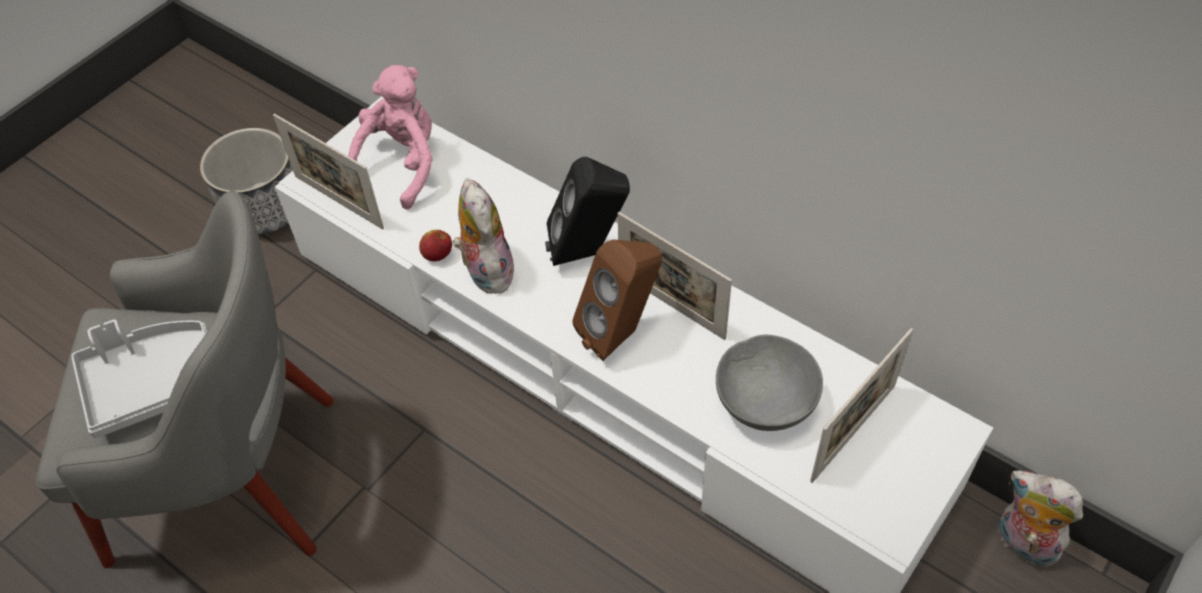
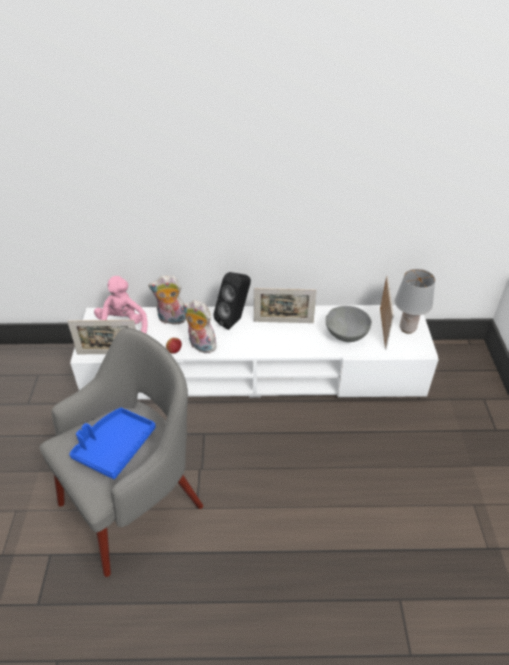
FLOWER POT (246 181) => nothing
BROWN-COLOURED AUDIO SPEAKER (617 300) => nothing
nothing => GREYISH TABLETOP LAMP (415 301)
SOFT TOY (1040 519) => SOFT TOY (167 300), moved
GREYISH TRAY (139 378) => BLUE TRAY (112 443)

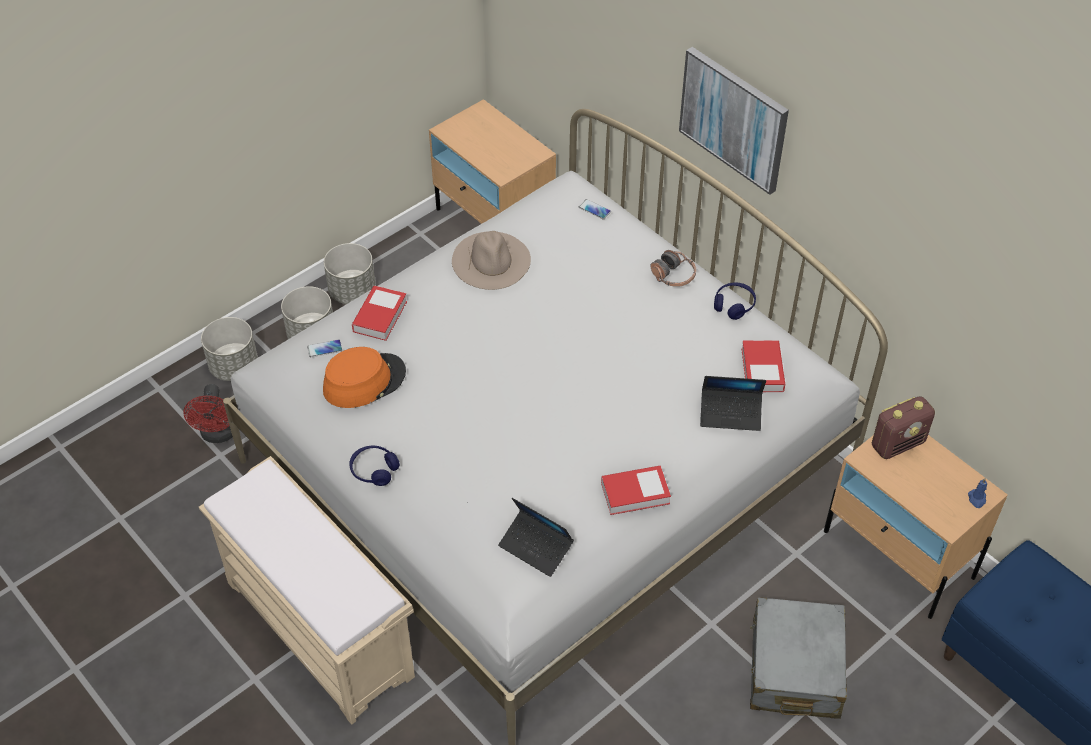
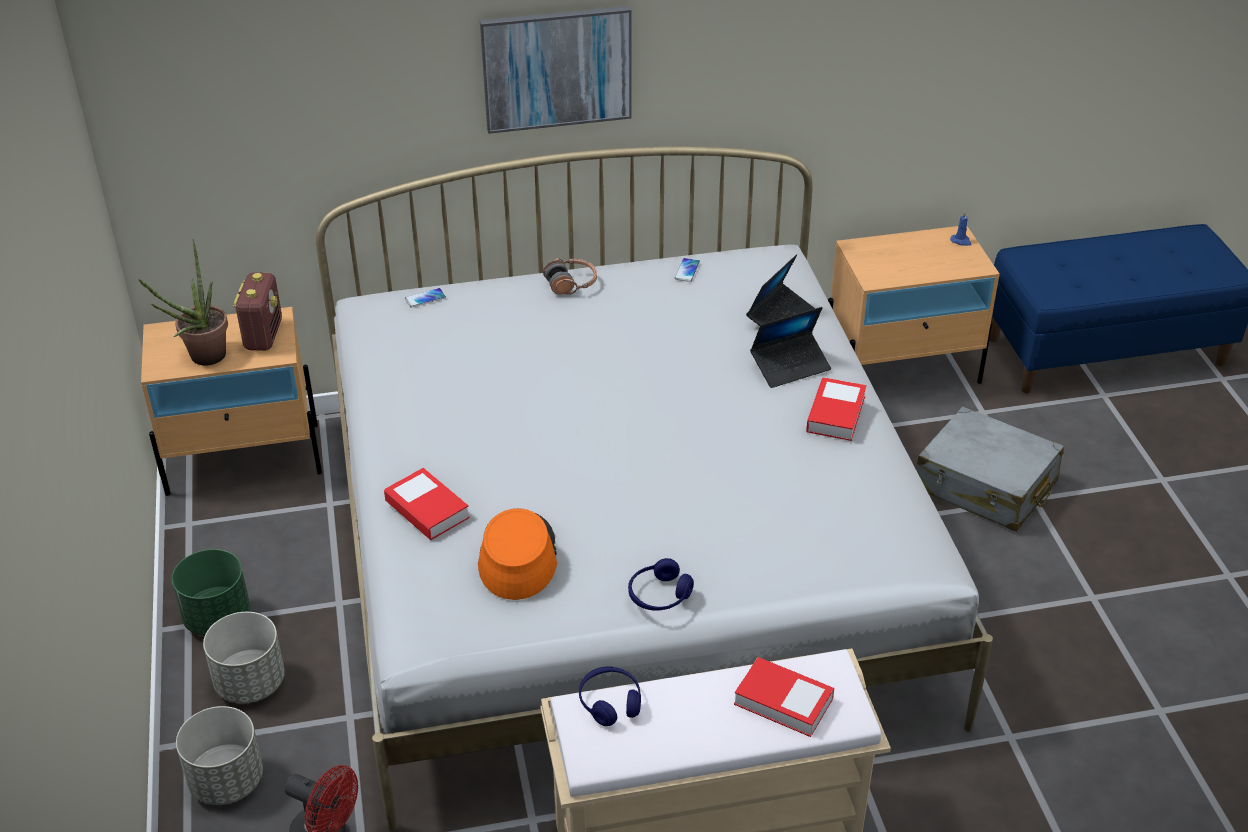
BEIGE HAT (491 260) => nothing
nothing => HOUSEPLANT (183 302)
HANDSET (325 348) => HANDSET (687 270), moved
PORTABLE COMPUTER (536 537) => PORTABLE COMPUTER (790 347), moved
BLUE HEADPHONES (735 301) => BLUE HEADPHONES (610 696), moved
VOLUME (763 366) => VOLUME (784 697), moved
RADIO (903 427) => RADIO (257 311), moved
GREYISH FLOWER POT (350 273) => GREEN-COLOURED FLOWER POT (211 592)

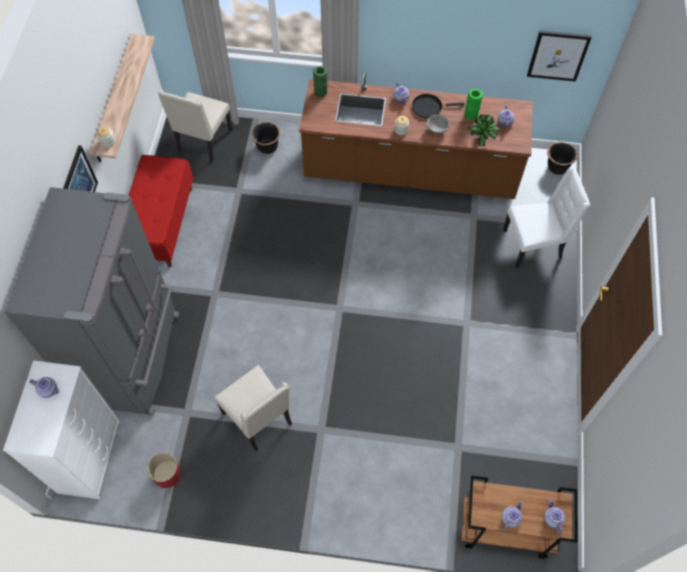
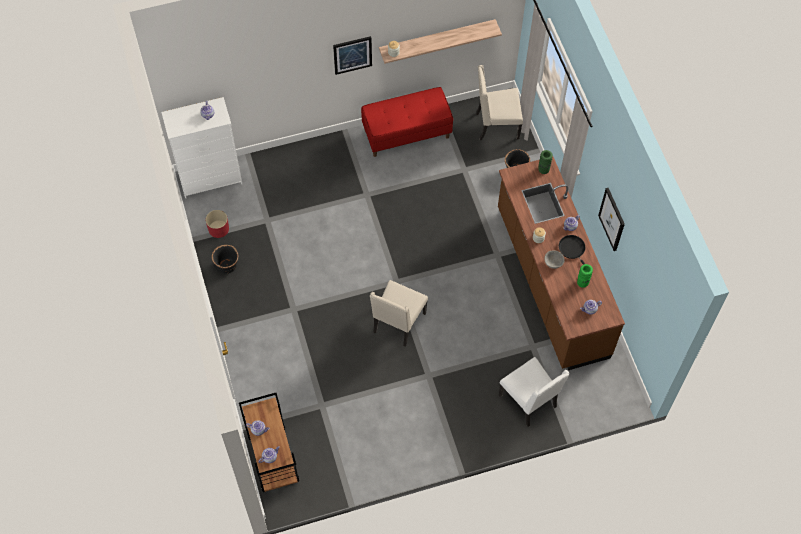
GREYISH KITCHEN FRIDGE (91 301) => nothing
HOUSEPLANT (484 130) => nothing
BEIGE PLAIN CHAIR (253 408) => BEIGE PLAIN CHAIR (399 313), moved
PICTURE (559 56) => PICTURE (611 219), moved
BLACKISH FLOWER POT (562 158) => BLACKISH FLOWER POT (225 259), moved

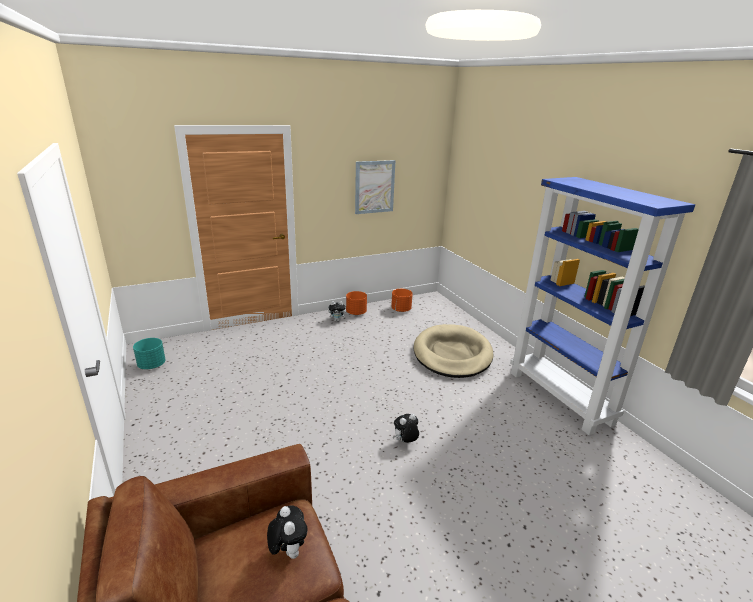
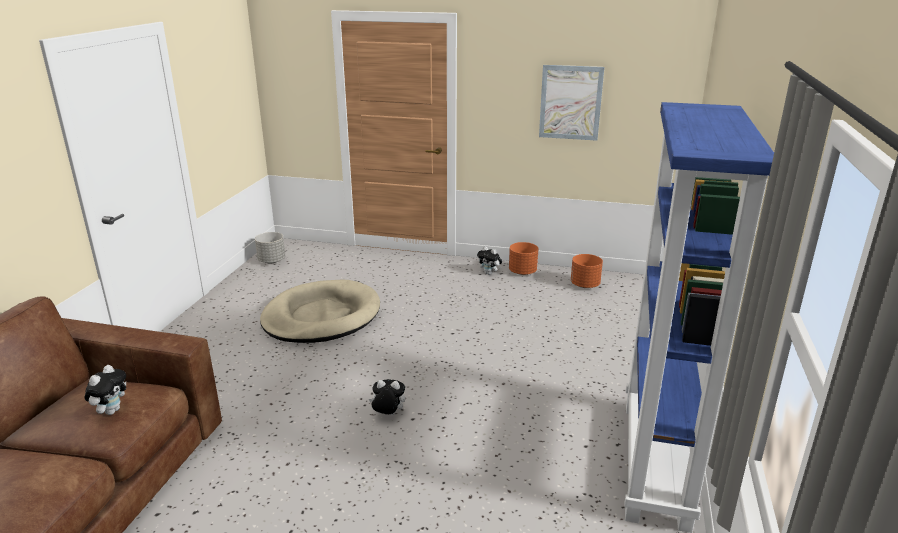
BEIGE PET BED (453 351) => BEIGE PET BED (320 311), moved
TURQUOISE FLOWER POT (149 353) => GREYISH FLOWER POT (270 248)

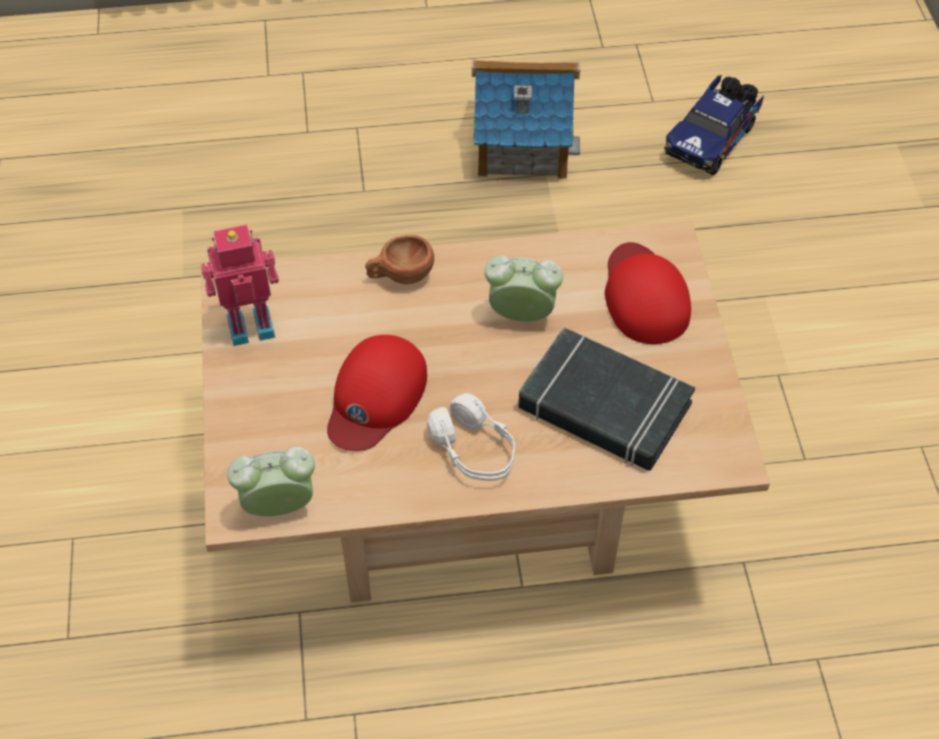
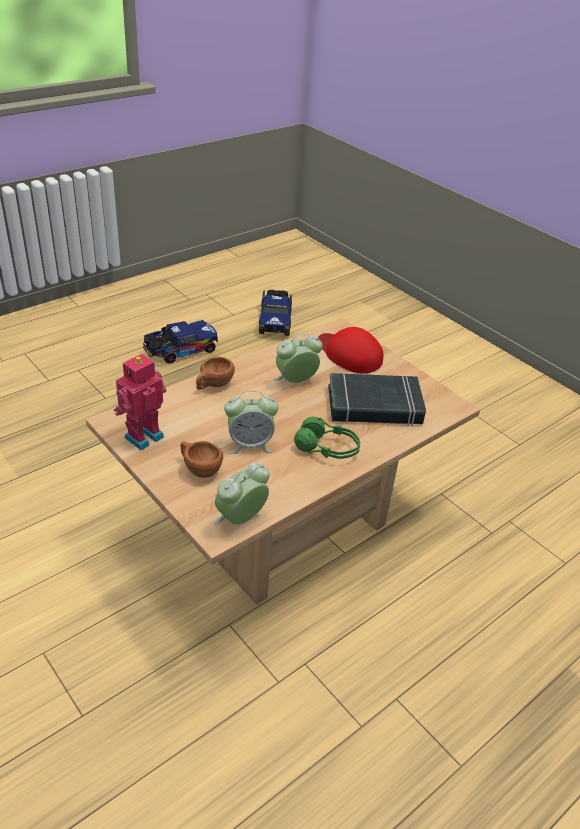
nothing => BROWN-COLOURED SMALL CUP (201 459)
RED CAP (377 393) => ALARM CLOCK (251 422)
TOY HOUSE (526 119) => MODEL TRUCK (180 341)
WHITE HEADPHONES (471 437) => GREEN-COLOURED HEADPHONES (327 438)

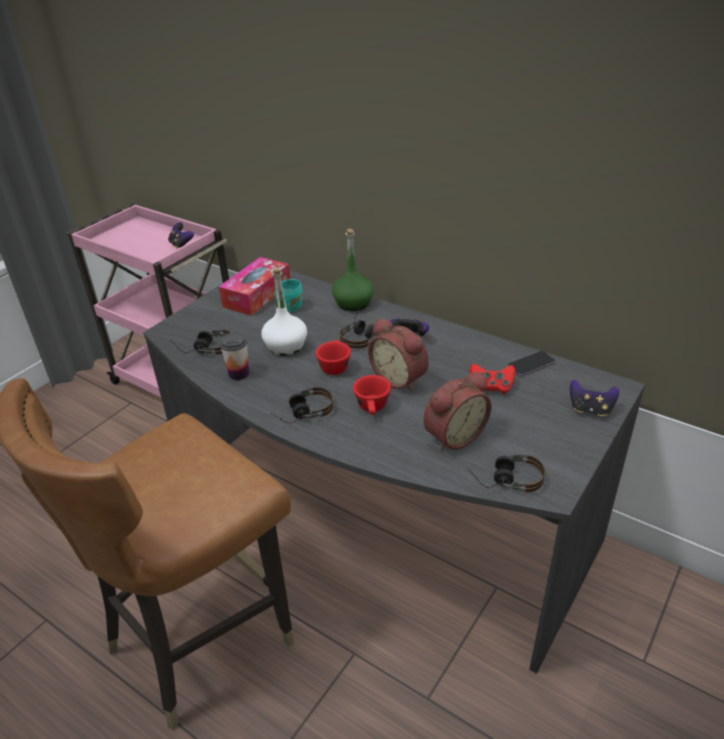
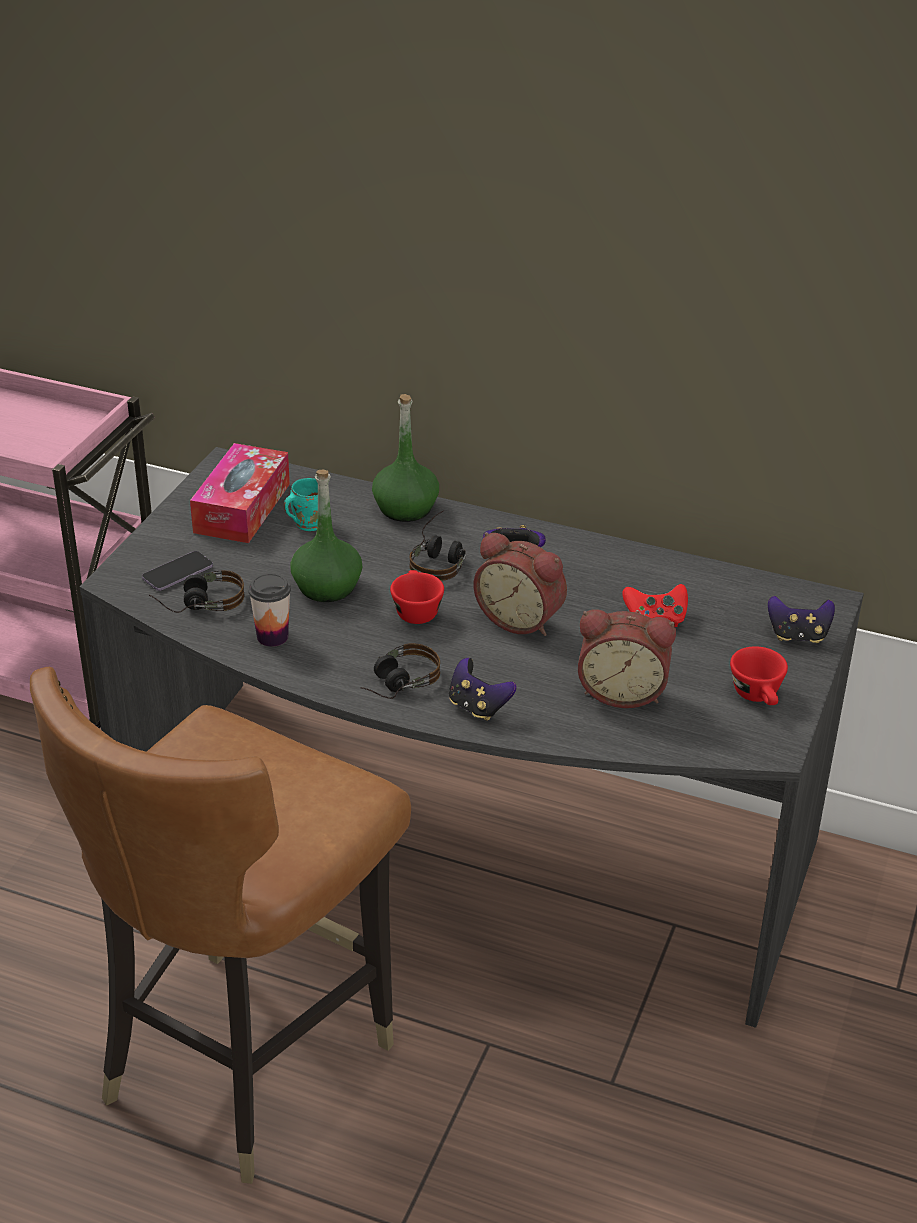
HEADPHONES (506 474) => nothing
GAME CONTROLLER (181 235) => GAME CONTROLLER (482 689), moved
RED SMALL CUP (372 395) => RED SMALL CUP (759 675), moved
HANDSET (531 363) => HANDSET (177 571), moved
WHITE BOTTLE (284 312) => GREEN-COLOURED BOTTLE (326 536)
ALARM CLOCK (457 411) => ALARM CLOCK (627 658), 60 degrees clockwise

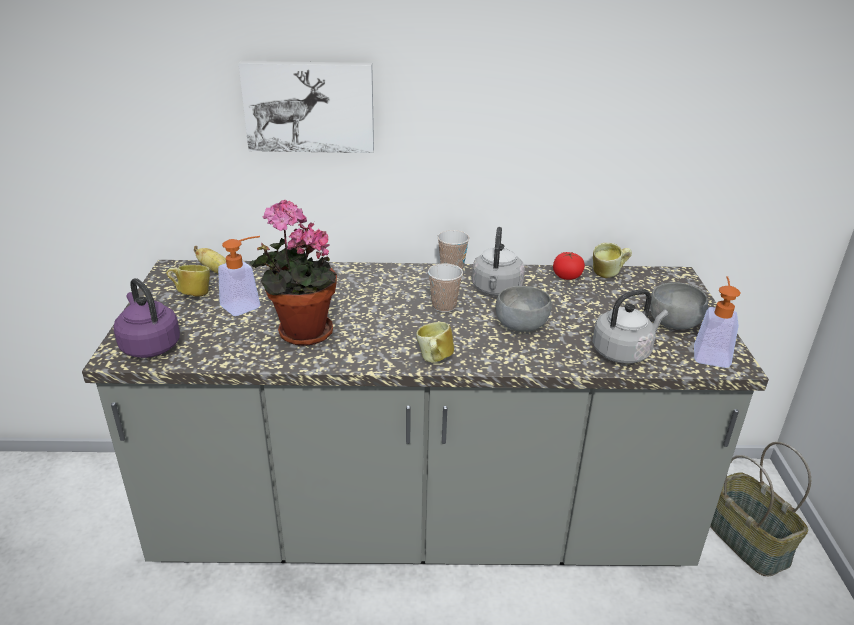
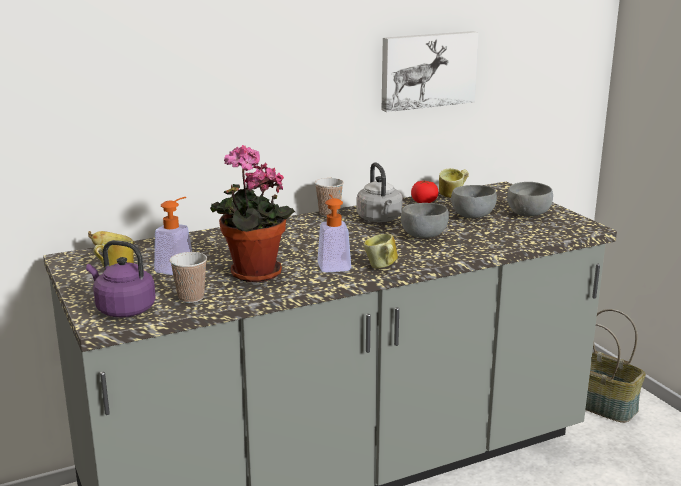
GREYISH TEA KETTLE (630 326) => nothing
nothing => GREYISH BOWL (474 201)
PICTURE (306 107) => PICTURE (430 71), moved
SMALL CUP (445 287) => SMALL CUP (188 277), moved
SOAP BOTTLE (717 322) => SOAP BOTTLE (334 233), moved

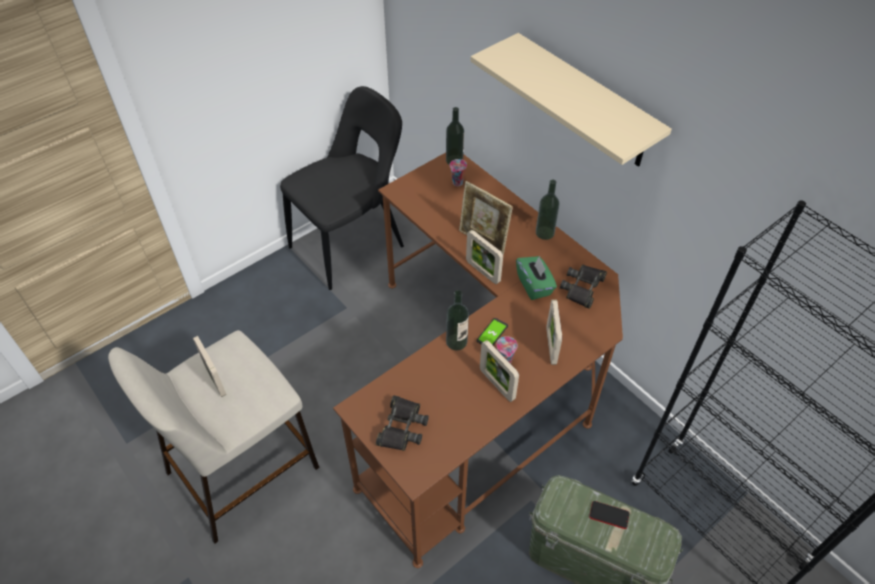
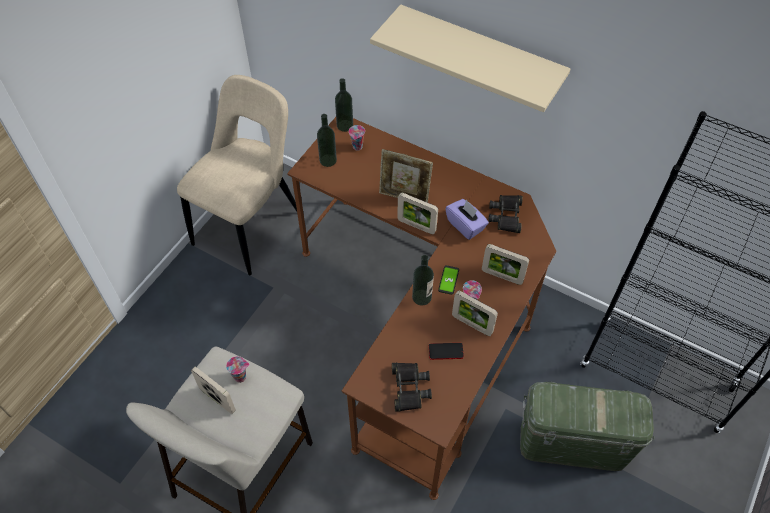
nothing => SMALL CUP (238 369)
BOTTLE (548 210) => BOTTLE (327 140), moved
HANDSET (609 515) => HANDSET (446 351), moved
BLACKISH PLAIN CHAIR (342 188) => BEIGE PLAIN CHAIR (237 175)
GREEN-COLOURED TISSUE BOX (536 278) => PURPLE-COLOURED TISSUE BOX (467 219)
PICTURE FRAME (554 332) => PICTURE FRAME (505 264), 45 degrees counterclockwise

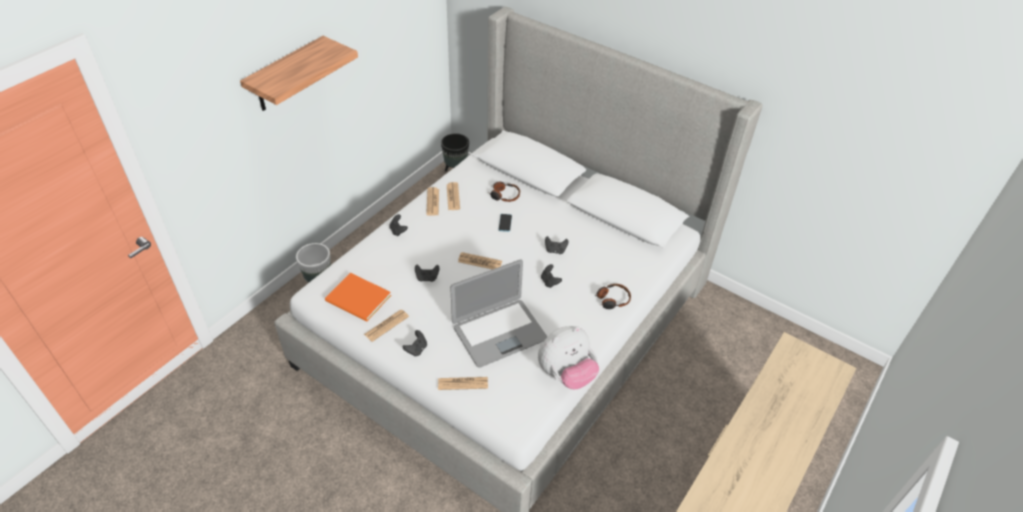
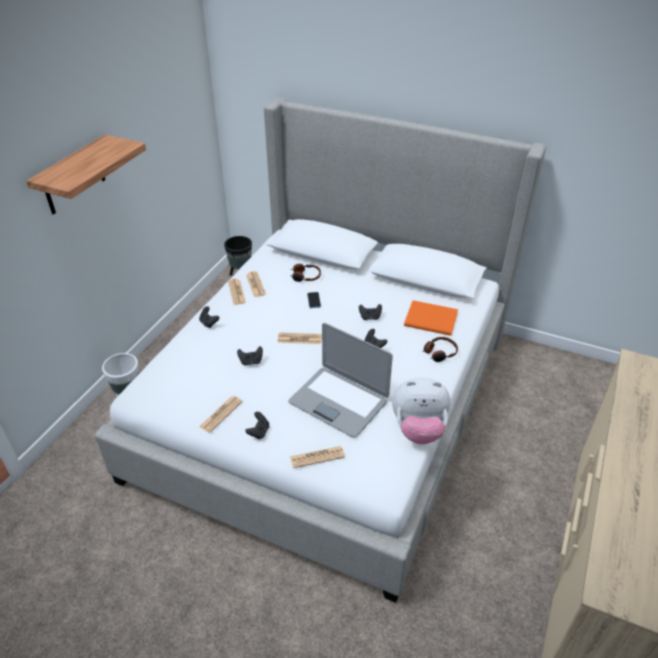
ORANGE VOLUME (358 297) => ORANGE VOLUME (431 318), moved
PORTABLE COMPUTER (498 314) => PORTABLE COMPUTER (340 380), 75 degrees clockwise
SOFT TOY (568 357) => SOFT TOY (421 410), 45 degrees clockwise

